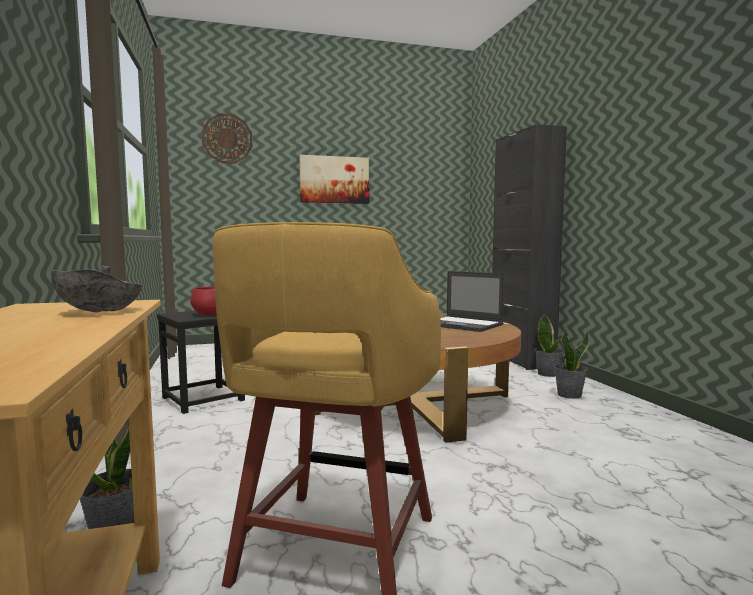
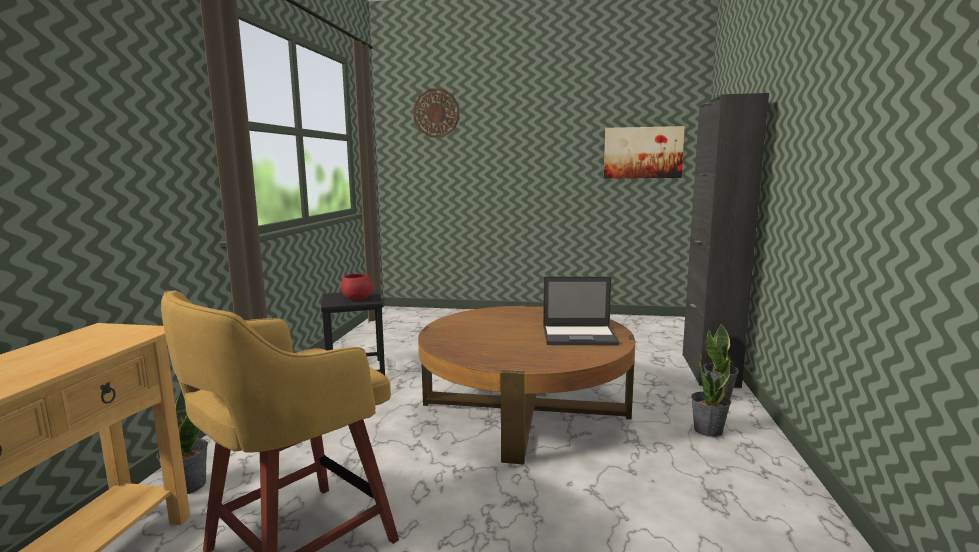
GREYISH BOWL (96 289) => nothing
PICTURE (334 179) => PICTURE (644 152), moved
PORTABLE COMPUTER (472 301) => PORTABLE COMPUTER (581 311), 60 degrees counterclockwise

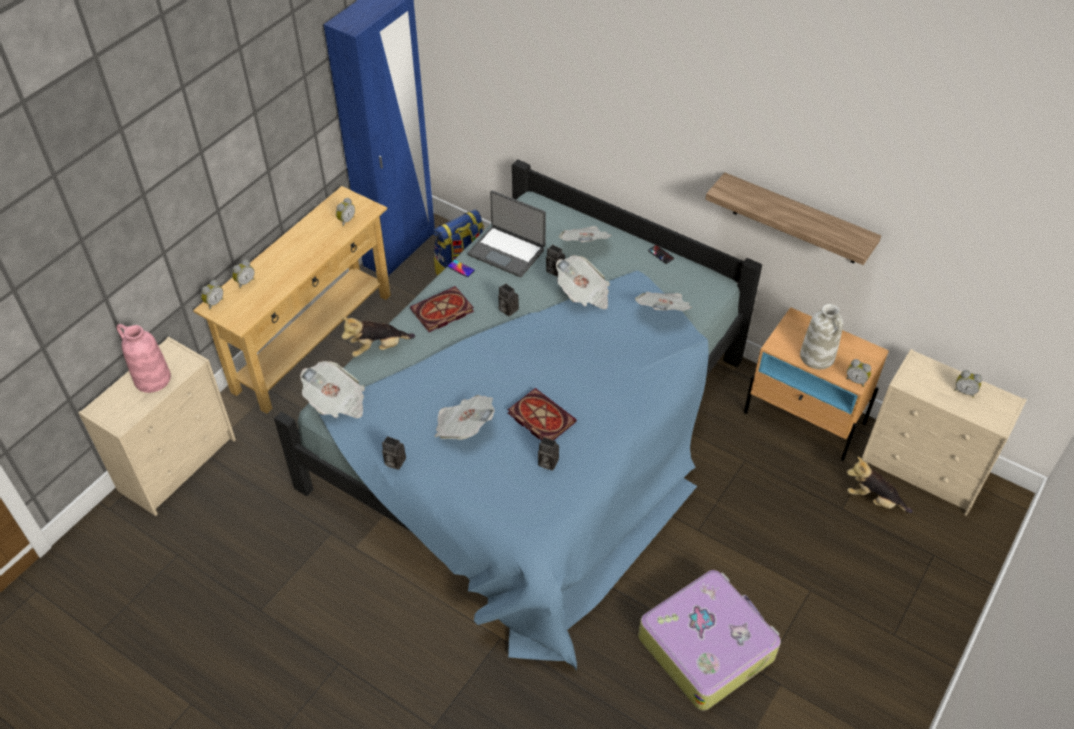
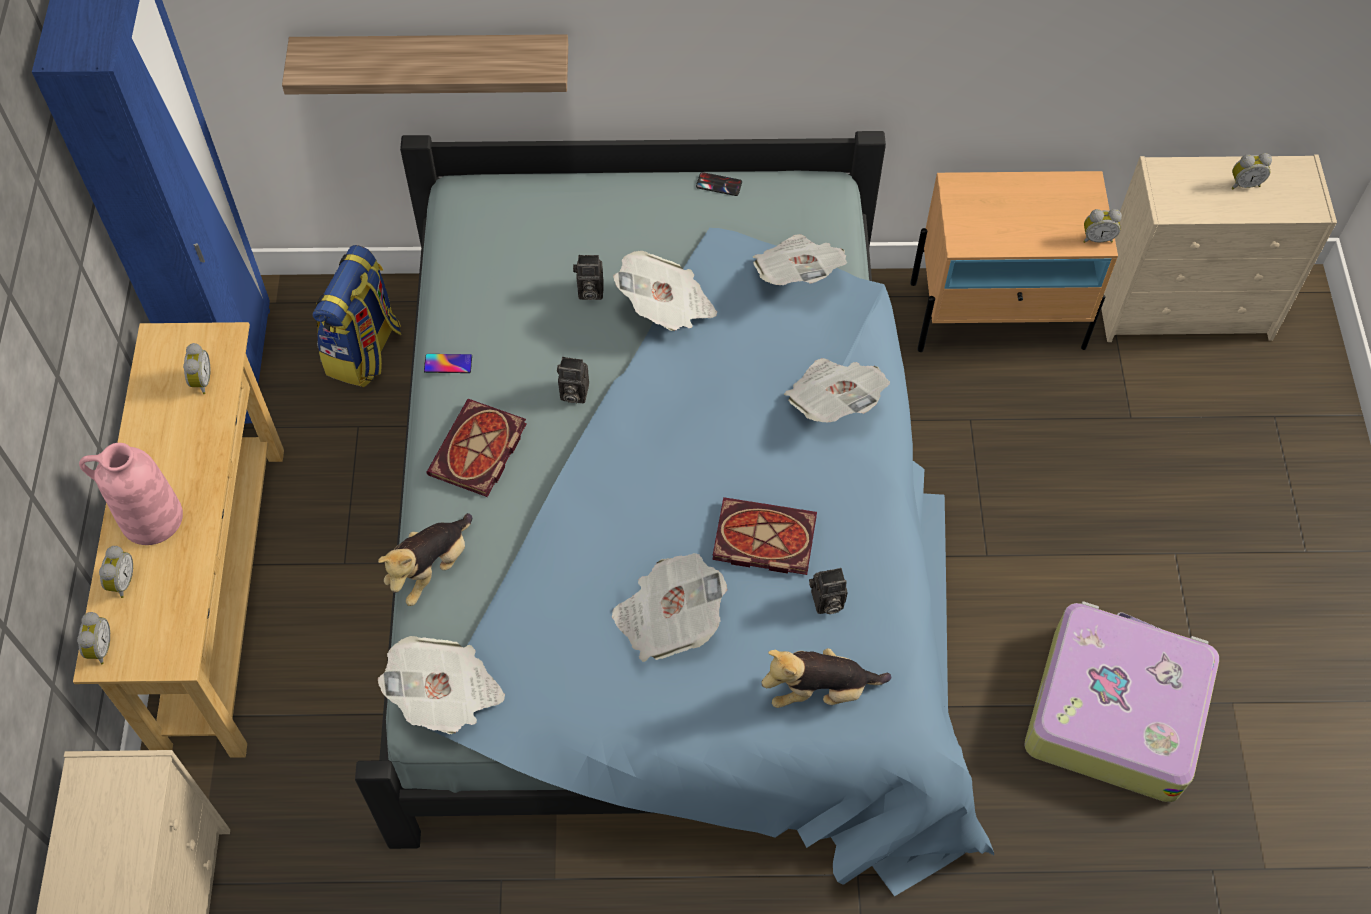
STILL CAMERA (394 453) => nothing
PORTABLE COMPUTER (506 233) => nothing
WHITE DECORATIVE VASE (821 336) => nothing
PINK-COLOURED DECORATIVE VASE (144 358) => PINK-COLOURED DECORATIVE VASE (131 494), moved
NEWSPAPER (585 234) => NEWSPAPER (837 390), moved
SHELF (793 218) => SHELF (425 64), moved
SOFT TOY (879 484) => SOFT TOY (826 678), moved

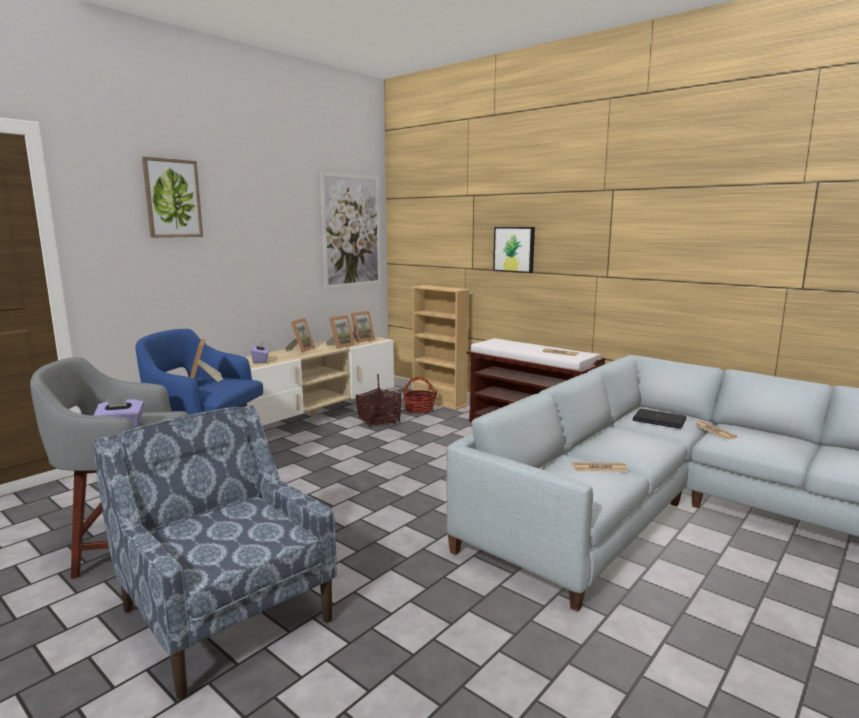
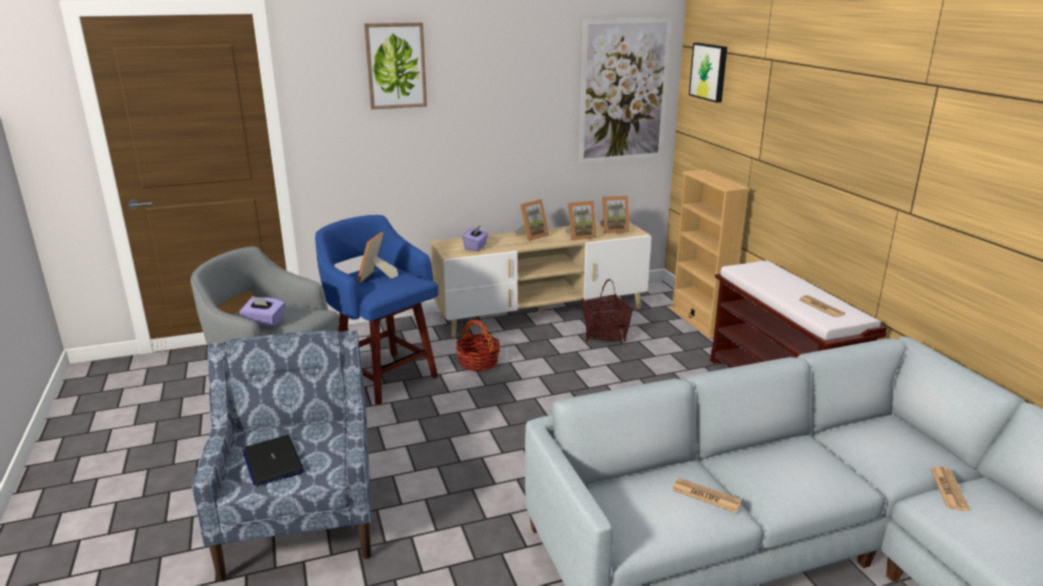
BASKET (419 395) => BASKET (478 345), moved
PICTURE (514 250) => PICTURE (708 73), moved
PORTABLE COMPUTER (660 419) => PORTABLE COMPUTER (273 461), moved

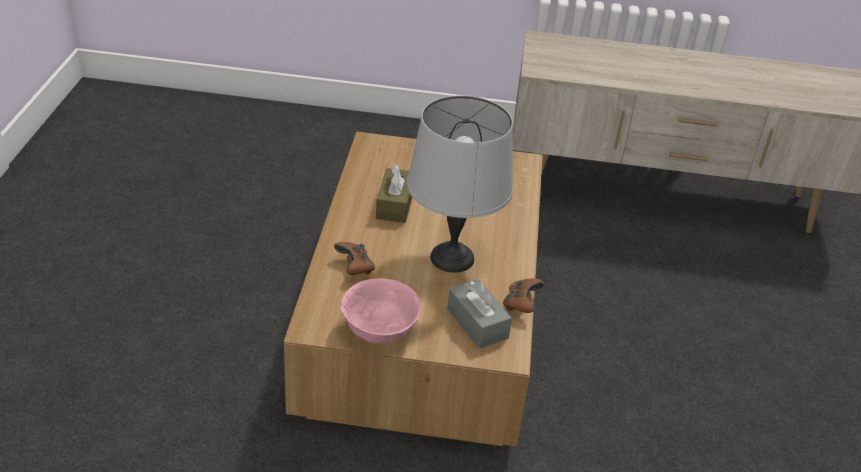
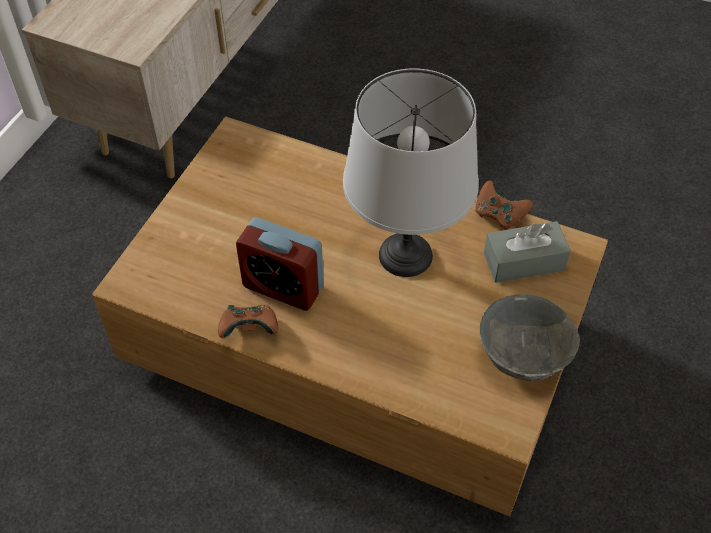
BROWN-COLOURED GAME CONTROLLER (354 258) => BROWN-COLOURED GAME CONTROLLER (248 321), moved
BROWN-COLOURED TISSUE BOX (394 193) => ALARM CLOCK (280 264)
PINK-COLOURED BOWL (381 311) => GREYISH BOWL (530 337)

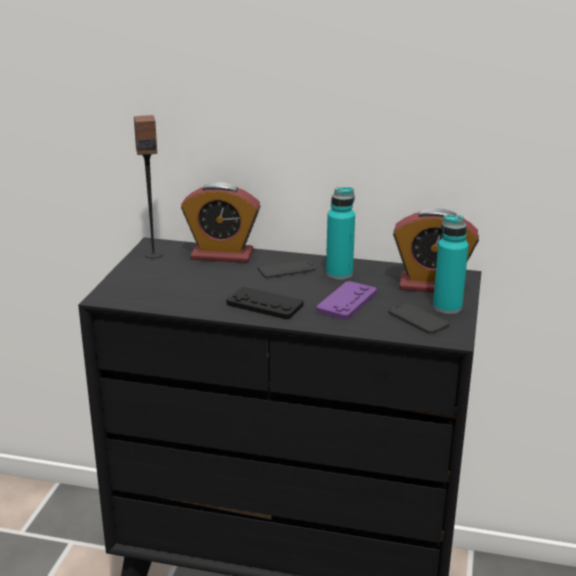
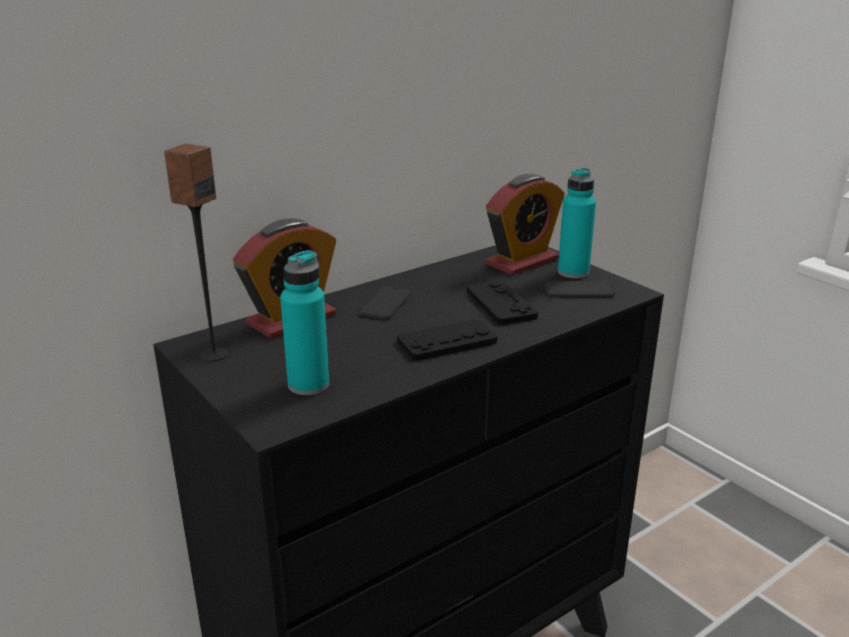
TURQUOISE BOTTLE (340 233) => TURQUOISE BOTTLE (304 322), moved
PURPLE-COLOURED GAME CONTROLLER (346 300) => BLACKISH GAME CONTROLLER (502 303)

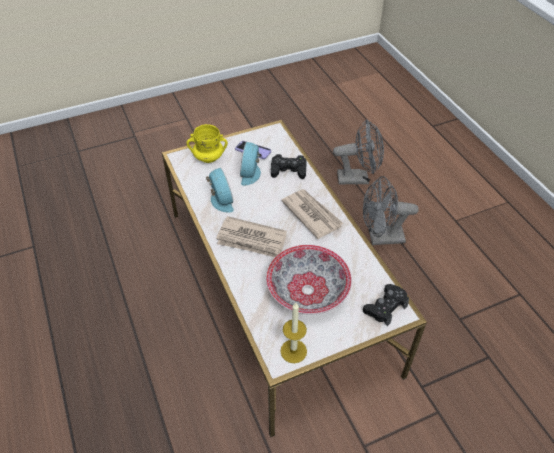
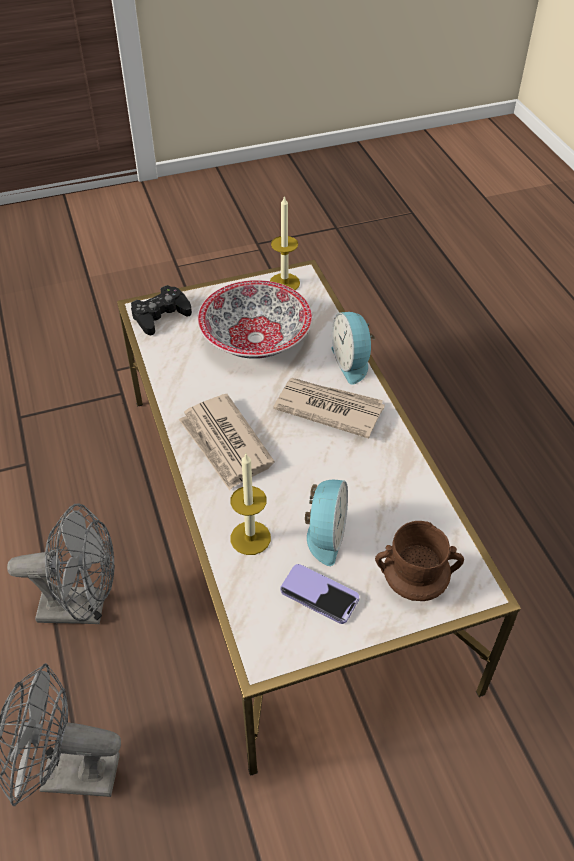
ALARM CLOCK (220 190) => ALARM CLOCK (353 348), moved
BLACKISH GAME CONTROLLER (288 166) => CANDLE (250 504)
YELLOW-COLOURED TEA MUG (207 143) => BROWN-COLOURED TEA MUG (419 561)

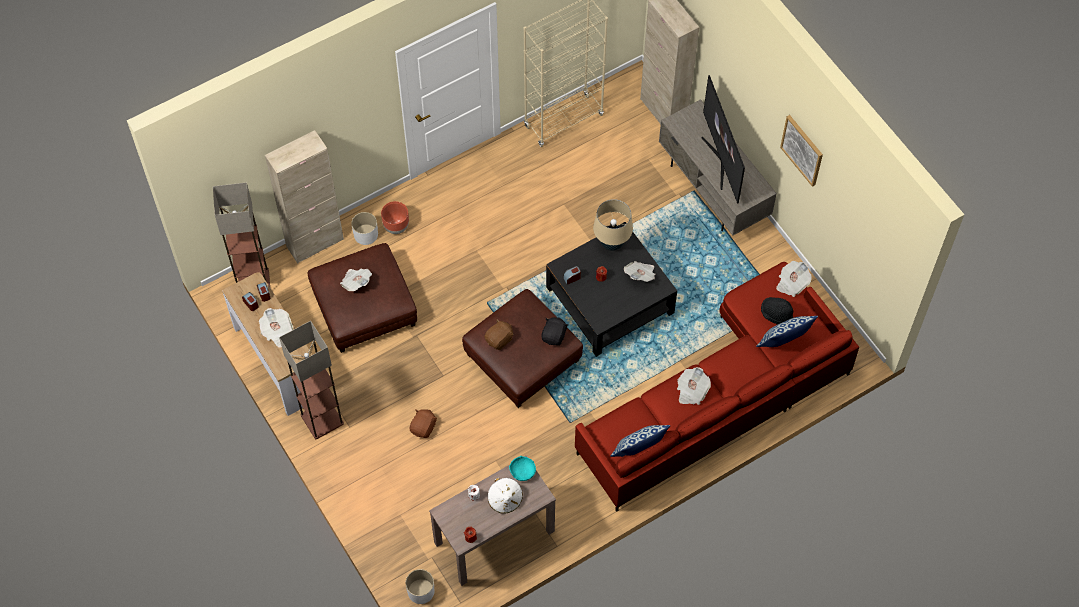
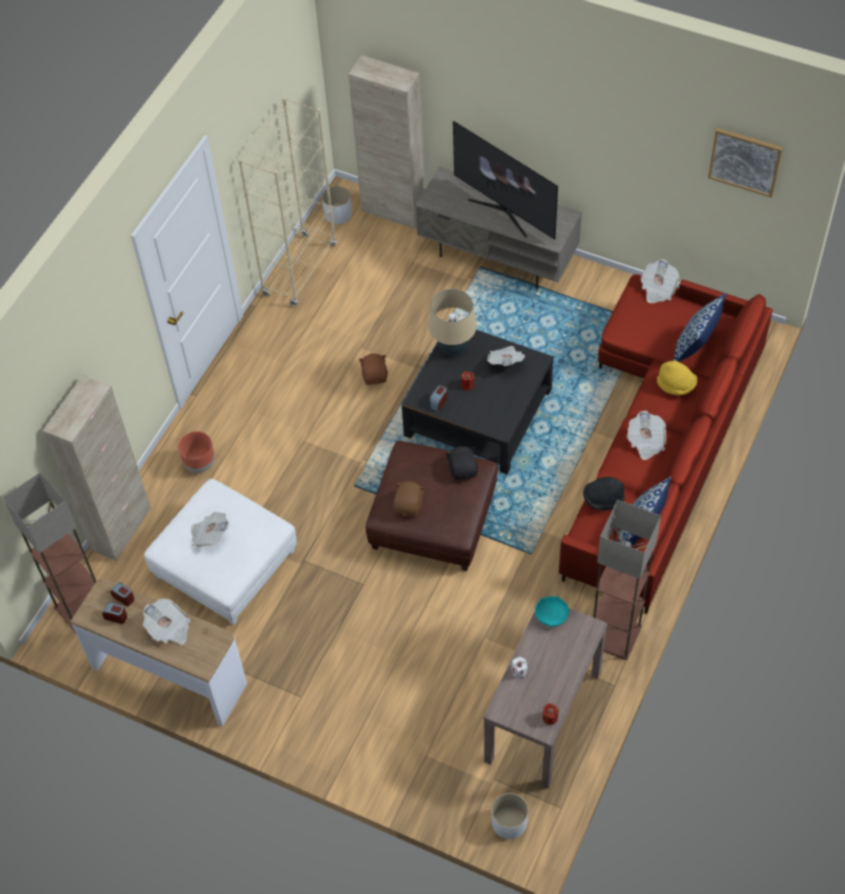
WHITE HAT (505 495) => nothing
nothing => YELLOW-COLOURED HAT (677 378)
STANDING LAMP (311 380) => STANDING LAMP (627 580), moved
WHITE FLOWER POT (364 228) => WHITE FLOWER POT (337 205), moved
BROWN-COLOURED SOFT TOY (423 423) => BROWN-COLOURED SOFT TOY (373 369), moved
BLACKISH HAT (777 311) => BLACKISH HAT (604 494), moved
PICTURE (801 151) => PICTURE (745 163), moved
BROWN-COLOURED OTTOMAN (362 298) => WHITE OTTOMAN (220 552)

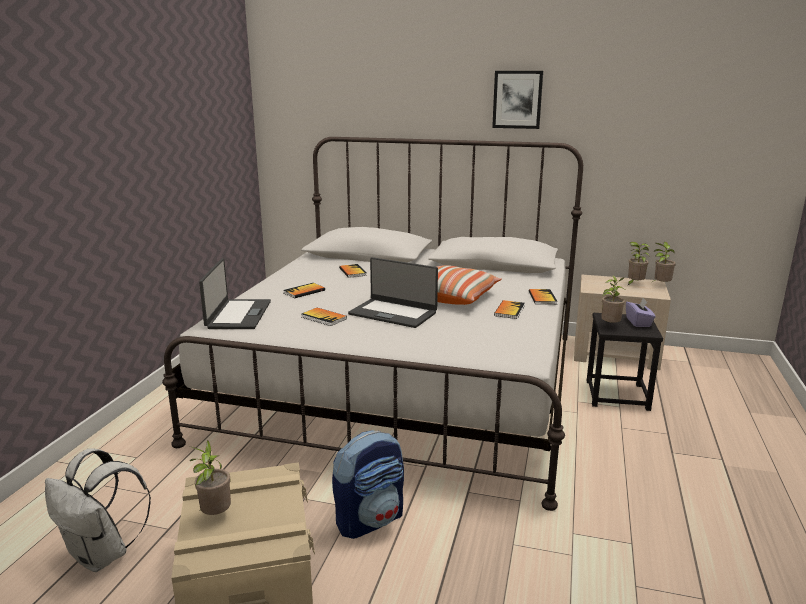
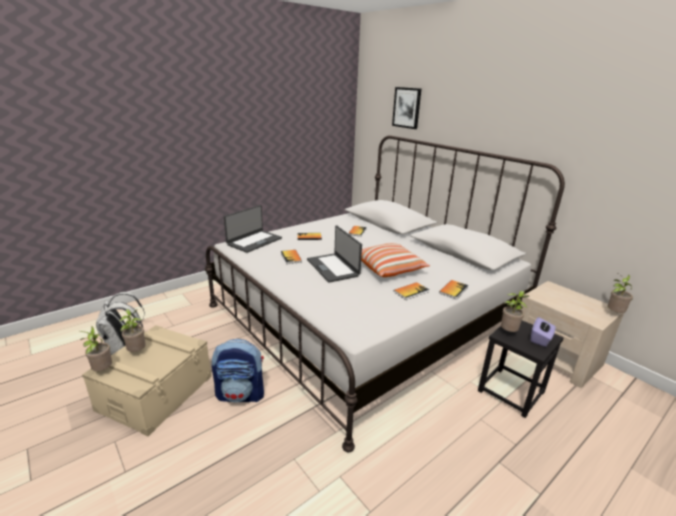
PICTURE (517 100) => PICTURE (406 108), moved
HOUSEPLANT (638 264) => HOUSEPLANT (96 348), moved

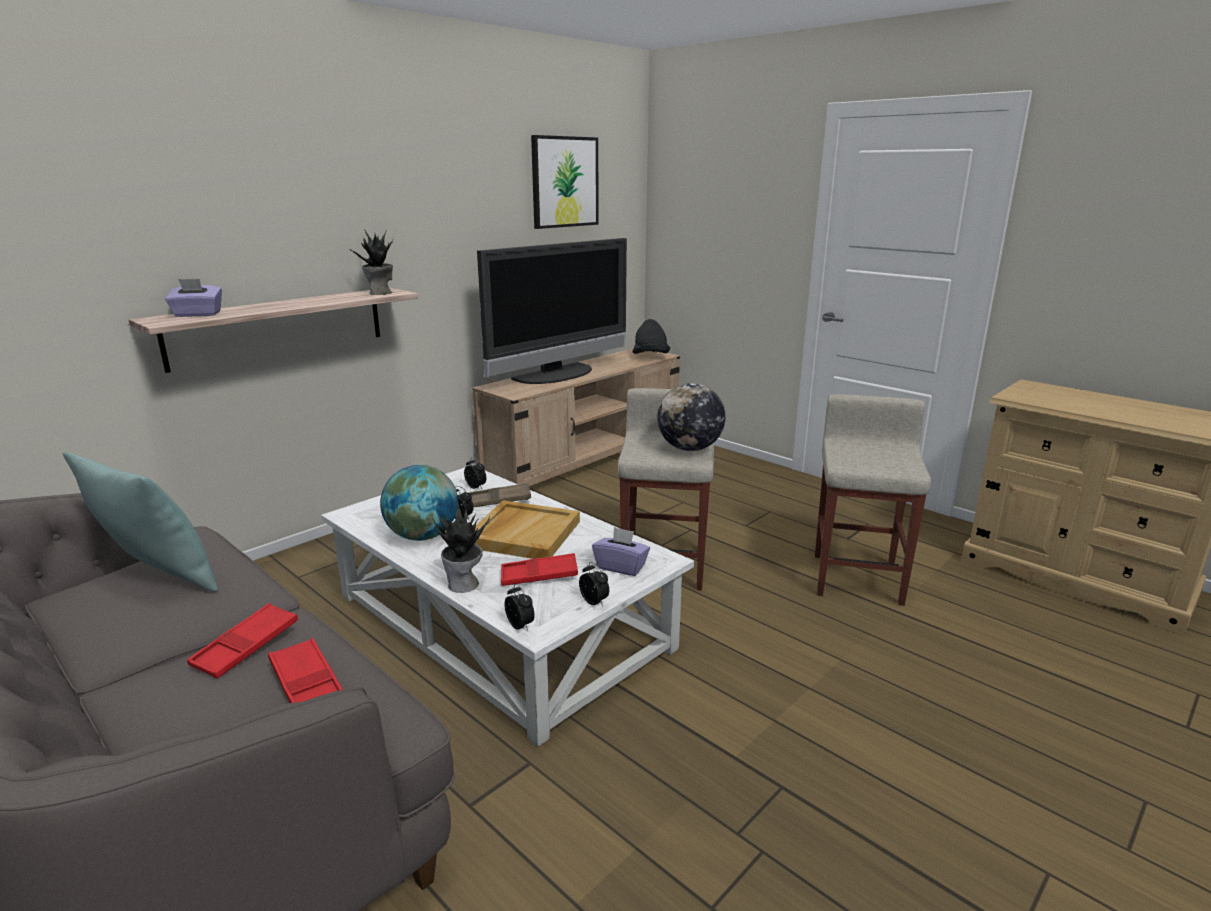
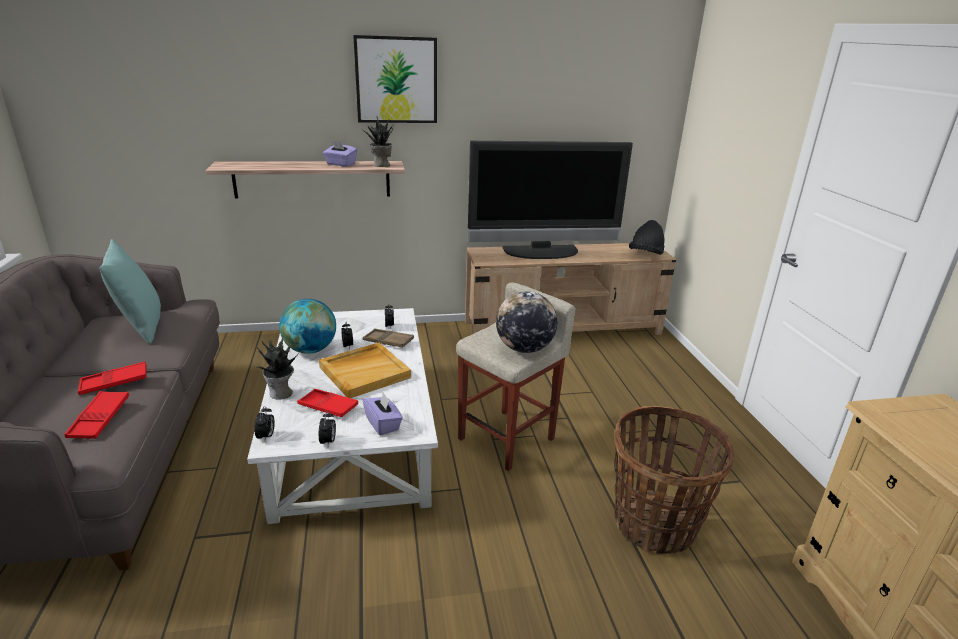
PURPLE-COLOURED TISSUE BOX (193 298) => PURPLE-COLOURED TISSUE BOX (340 153), moved
PICTURE (565 182) => PICTURE (395 79), moved
BEIGE SITTING STOOL (873 500) => BASKET (674 480)

